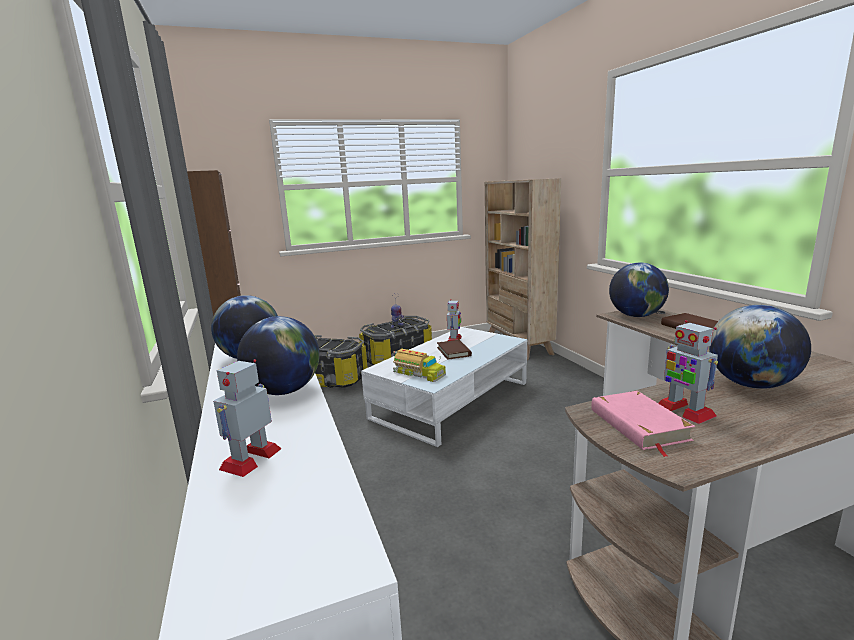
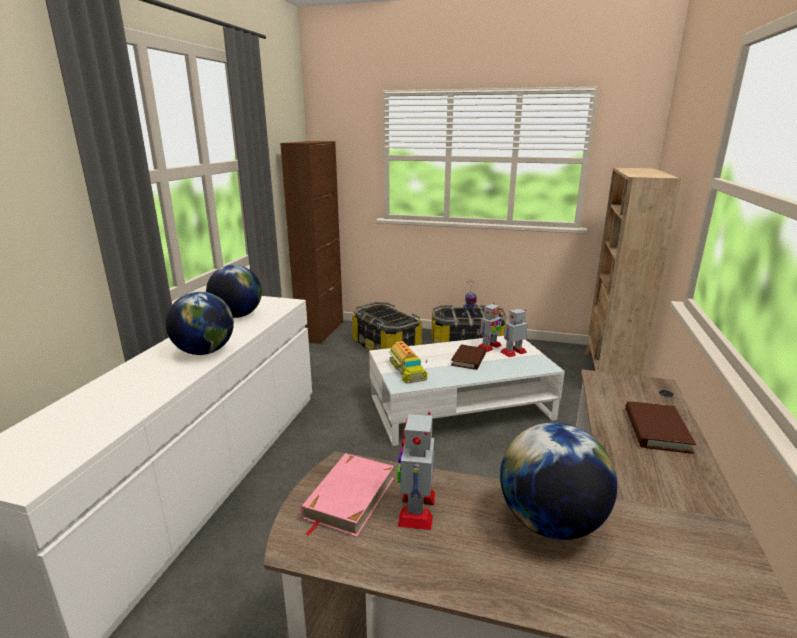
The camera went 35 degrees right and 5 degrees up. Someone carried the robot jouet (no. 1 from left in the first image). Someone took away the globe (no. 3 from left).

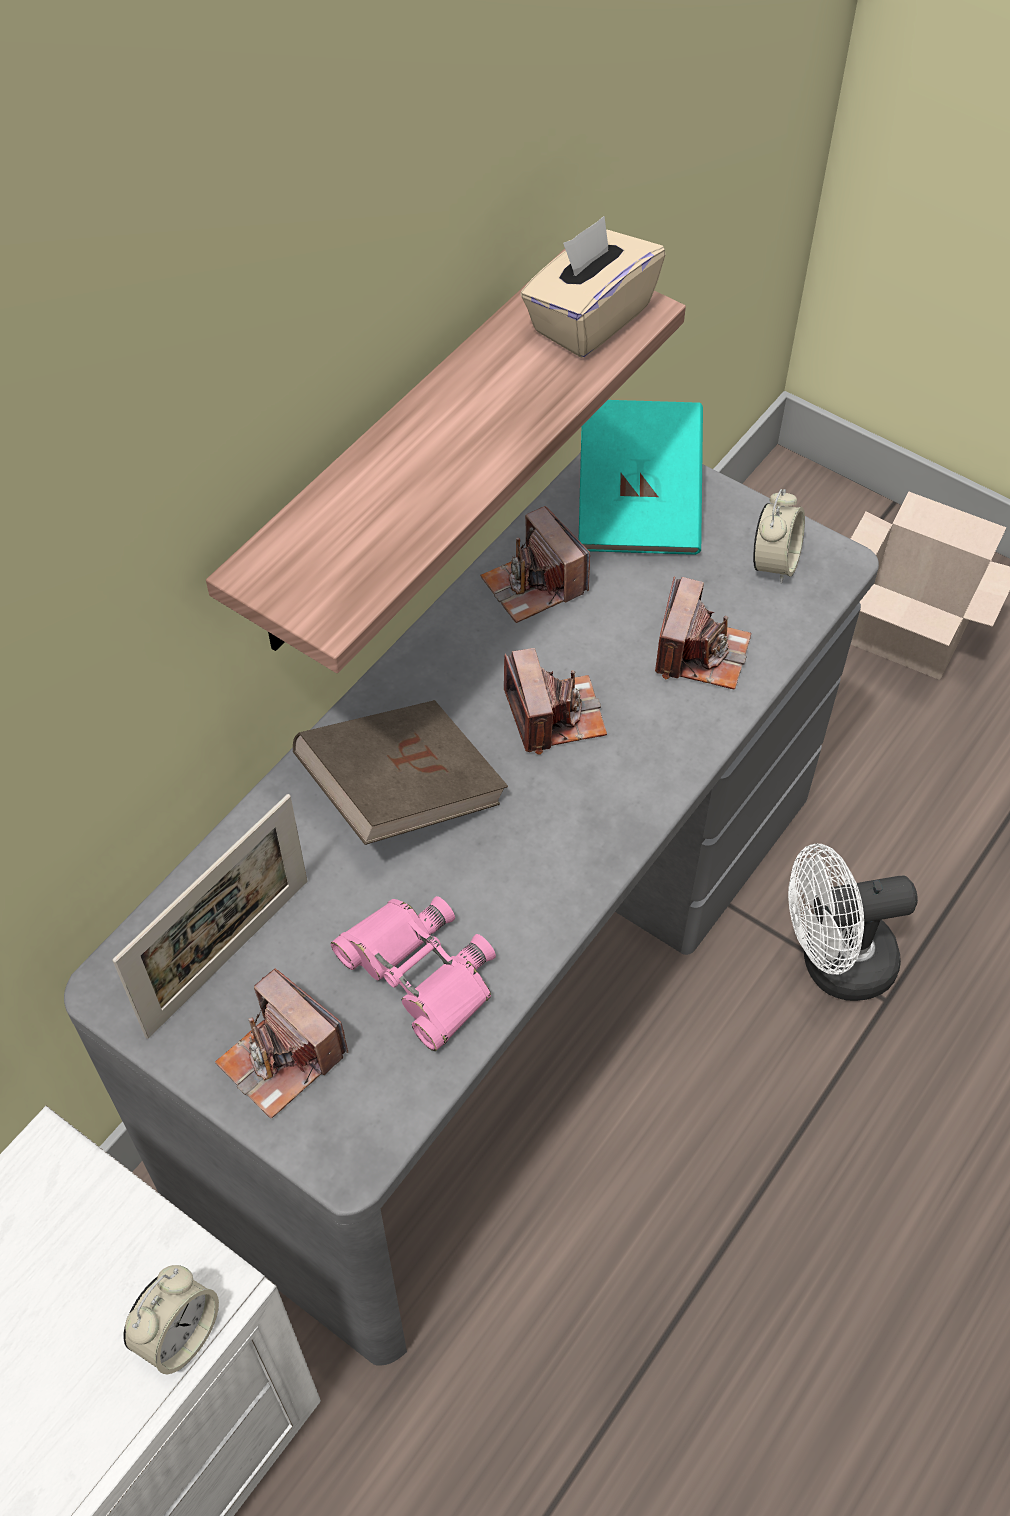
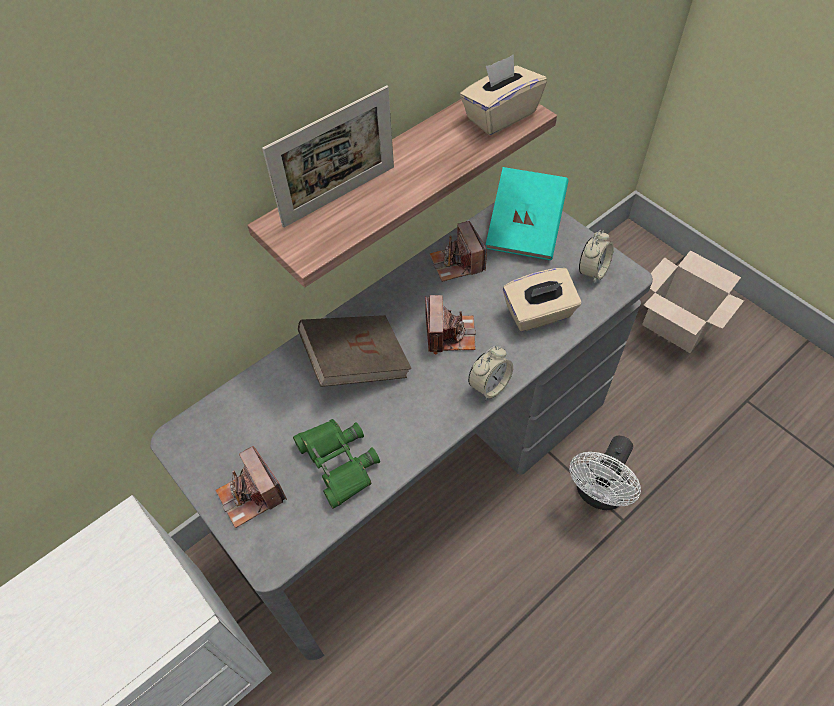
The camera went 15 degrees right and 0 degrees up. Someone carried the cadre photo. Someone repainted the jumelles (rose), which became the jumelles (vert). Someone carried the réveil (no. 1 from left). Someone swapped the appareil photo (no. 4 from left) for the boîte à mouchoirs (beige) (no. 2 from left). Someone rotated the ventilateur (blanc) by 60 degrees counterclockwise.

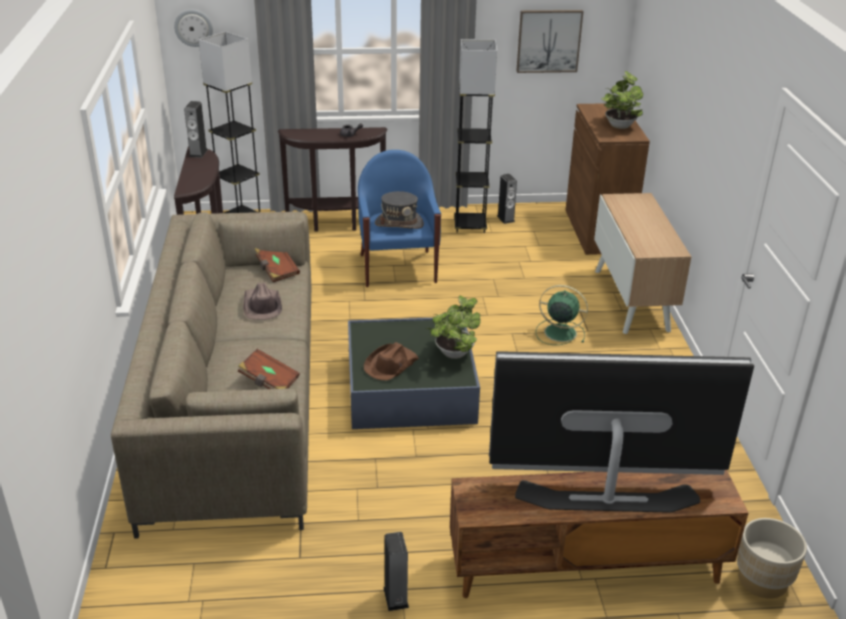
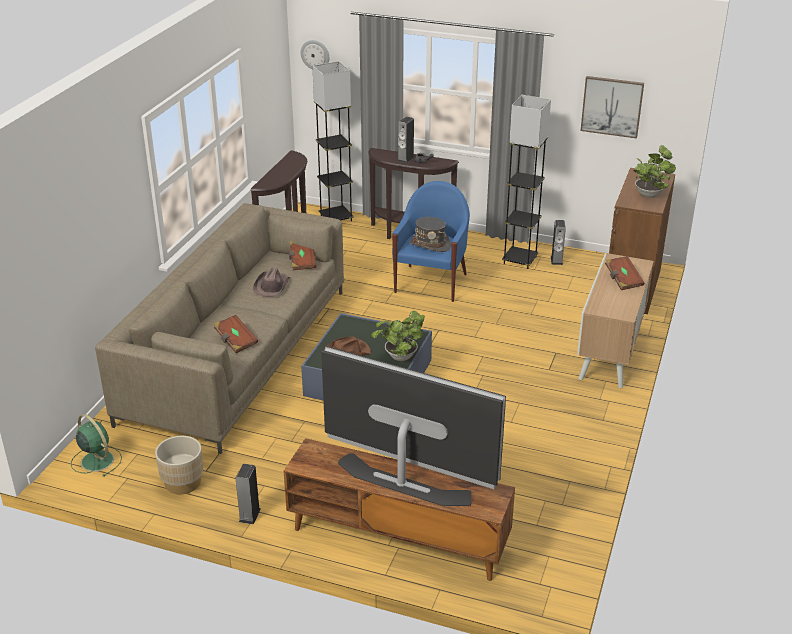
The camera went 25 degrees right and 0 degrees up. Someone carried the ventilateur (vert). Someone carried the cache-pot (beige). Someone carried the enceinte (no. 1 from left in the first image). Someone put down the livre (marron) (no. 3 from left).

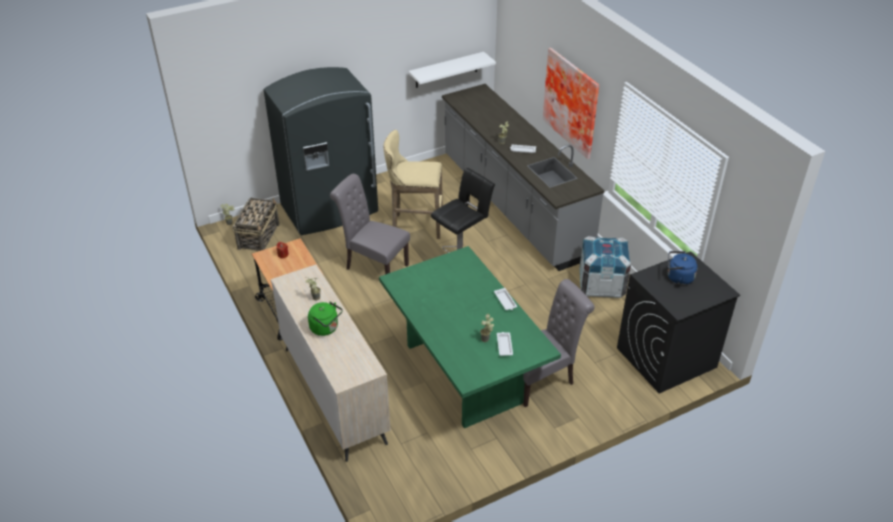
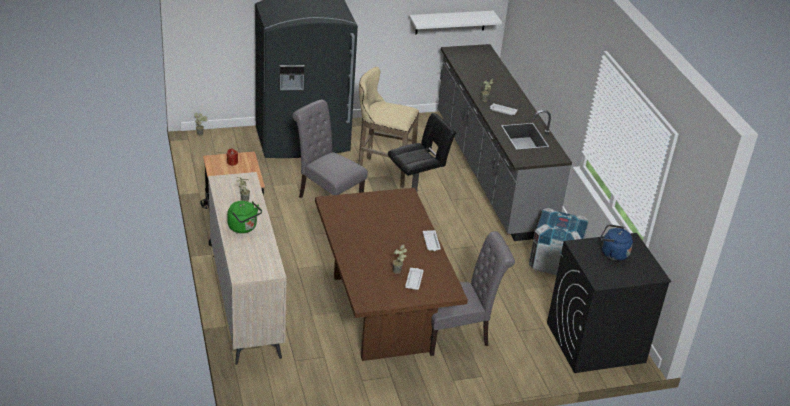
The camera went 10 degrees right and 5 degrees down. Someone repainted the table à manger (vert), which became the table à manger (marron). Someone took away the panier. Someone took away the tableau.

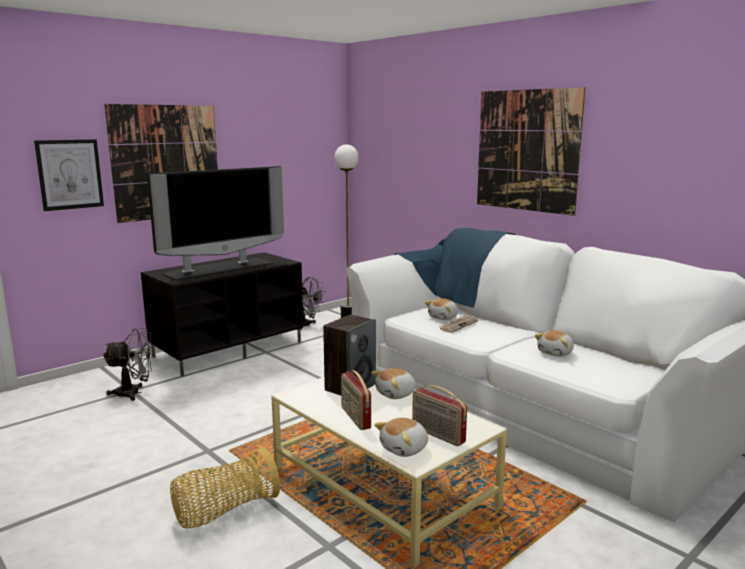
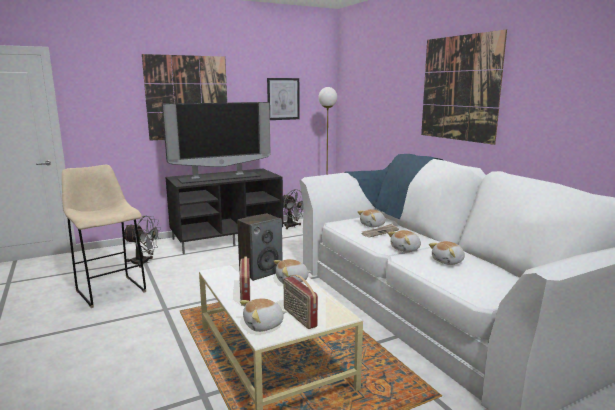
The camera went 15 degrees right and 0 degrees up. Someone put down the tabouret (beige). Someone carried the tableau (no. 1 from left in the first image). Someone put down the peluche (no. 4 from left). Someone took away the panier.

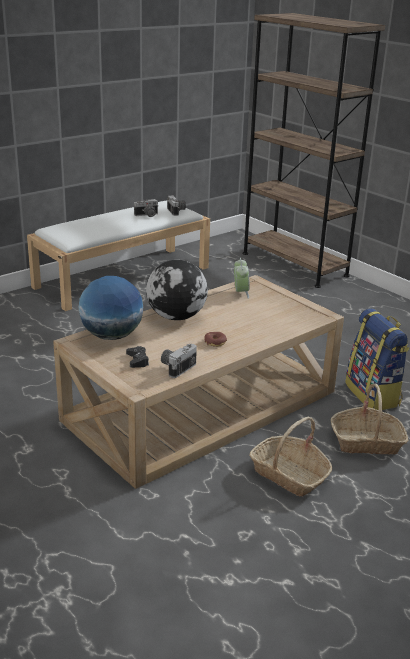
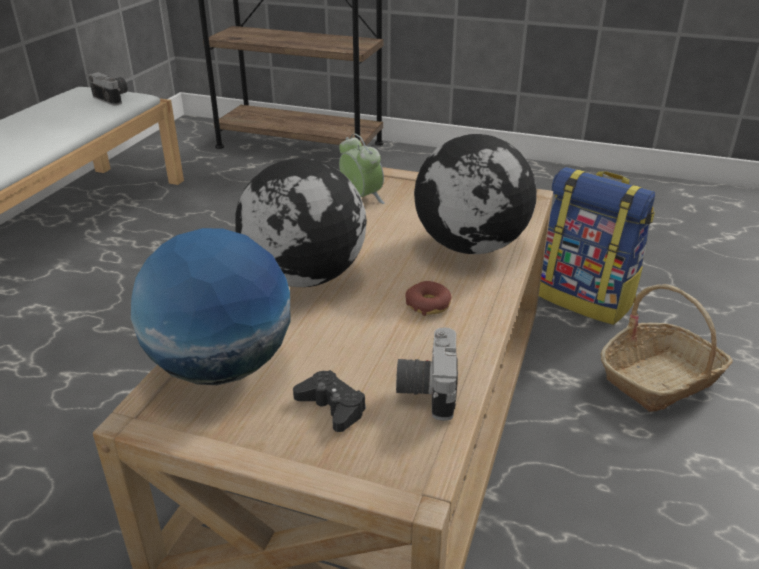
The camera went 30 degrees left and 5 degrees up. Someone put down the globe (no. 3 from left). Someone took away the appareil photo (no. 1 from left). Someone took away the panier (no. 1 from left).

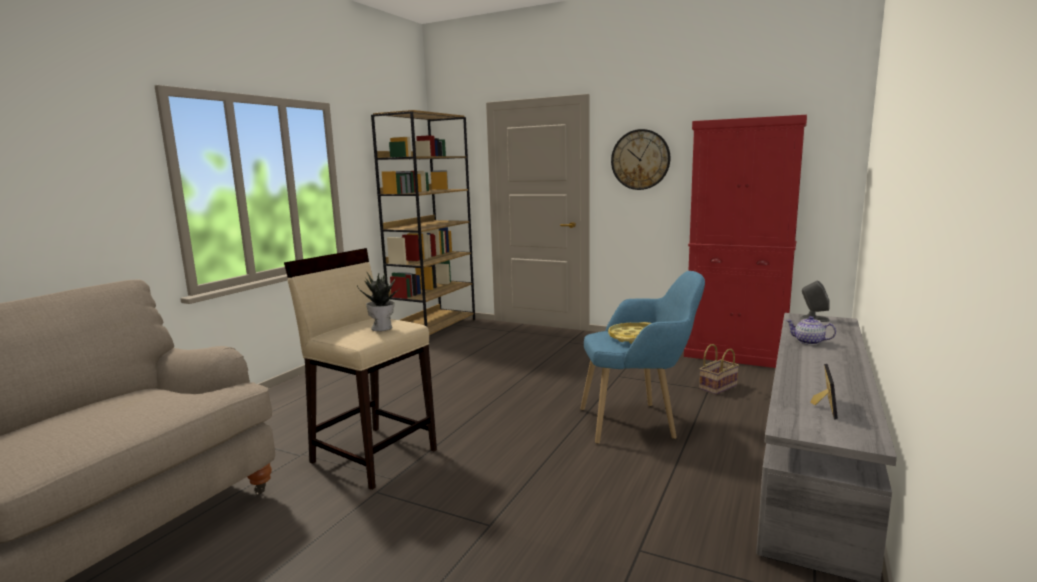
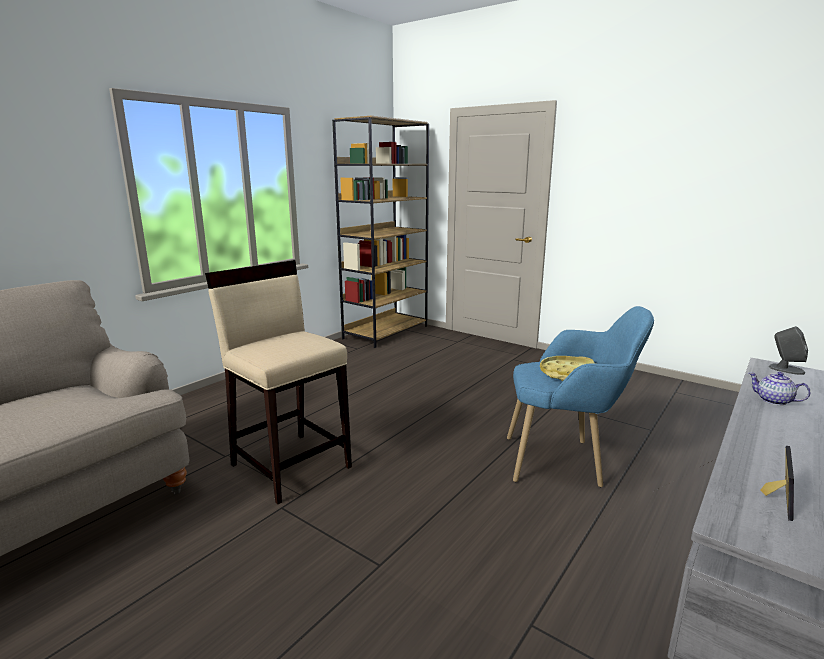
The camera went 10 degrees right and 5 degrees up. Someone took away the plante en pot. Someone took away the horloge murale. Someone took away the meuble de rangement (rouge). Someone took away the panier.

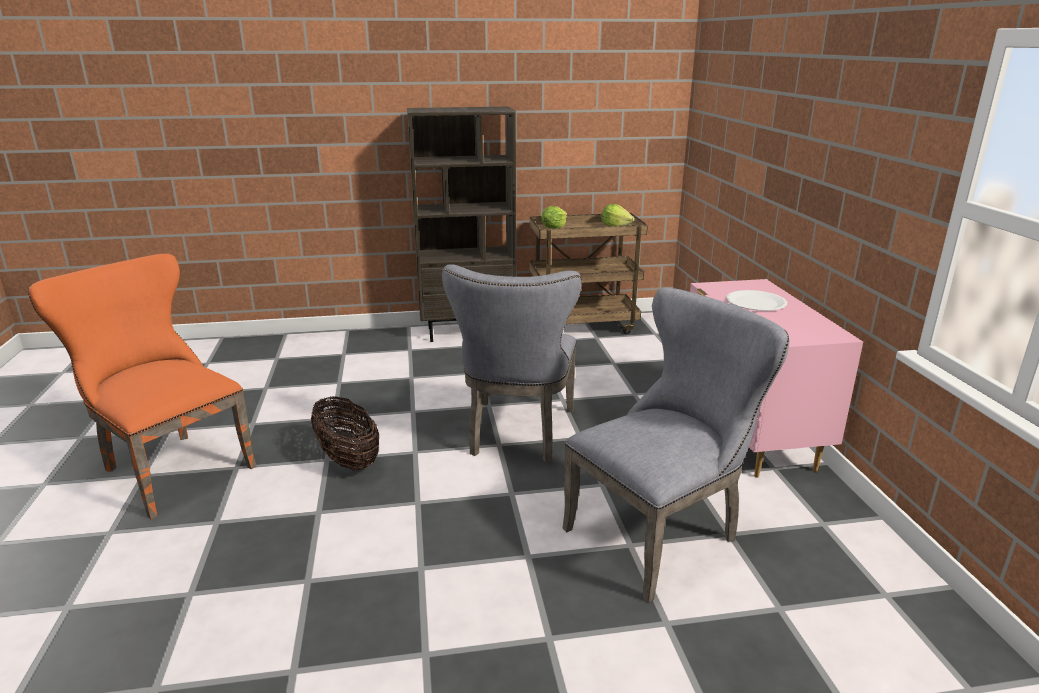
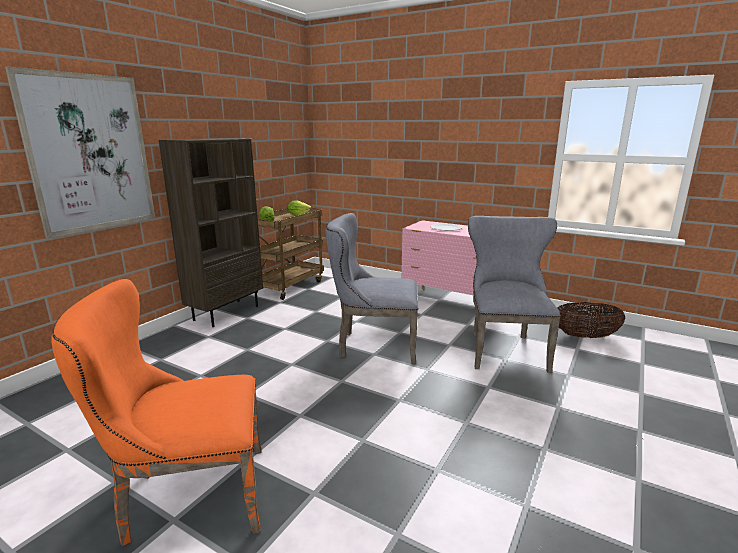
The camera went 50 degrees left and 5 degrees down. Someone put up the tableau. Someone rotated the chaise (gris) (no. 1 from left) by 135 degrees clockwise. Someone carried the panier.

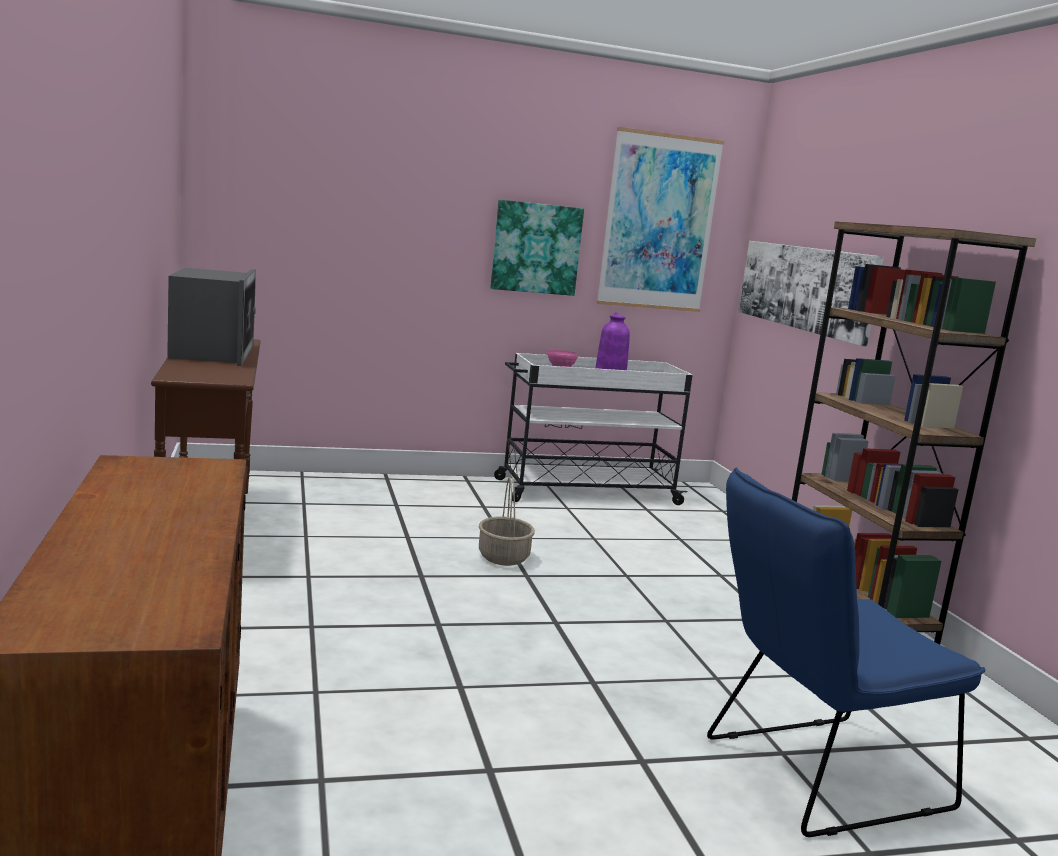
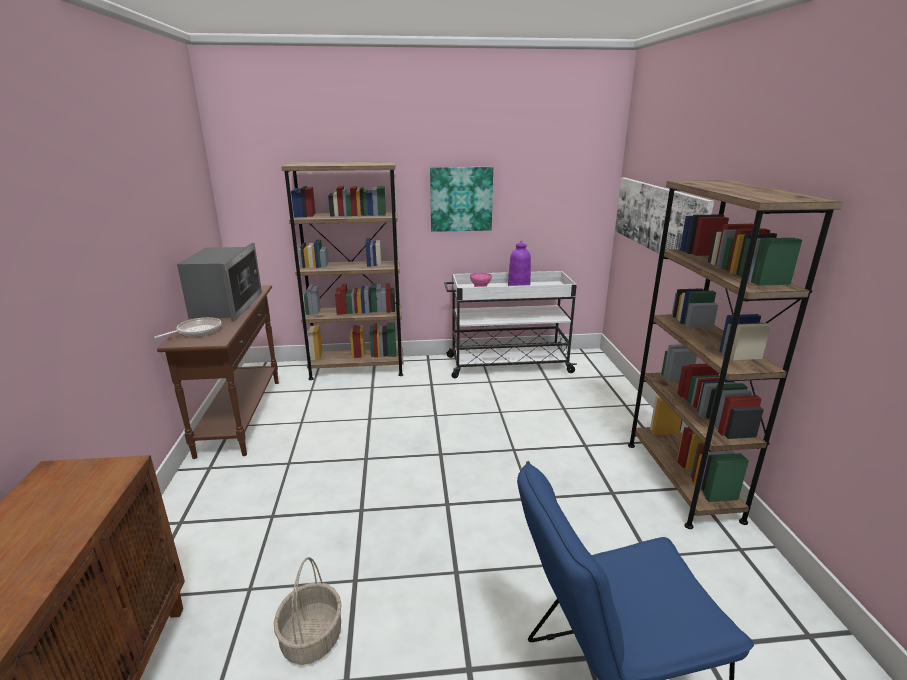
The camera went 10 degrees right and 10 degrees up. Someone put down the poêle. Someone carried the panier. Someone put down the bibliothèque (marron) (no. 1 from left). Someone took away the tableau (no. 2 from left).

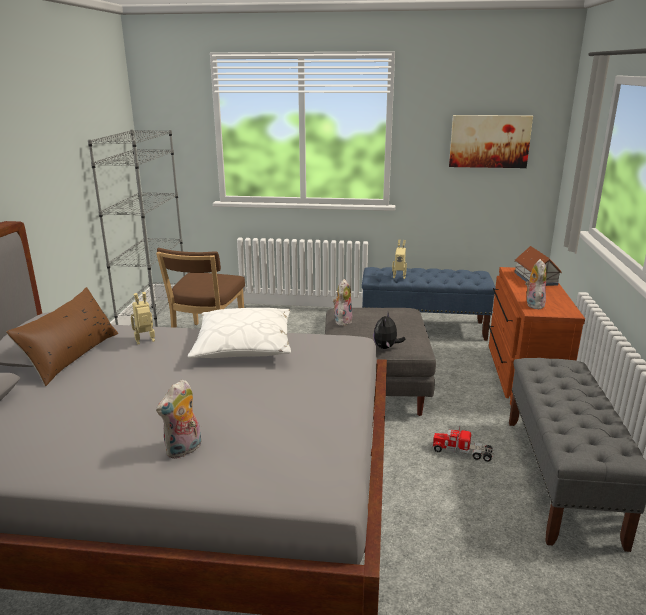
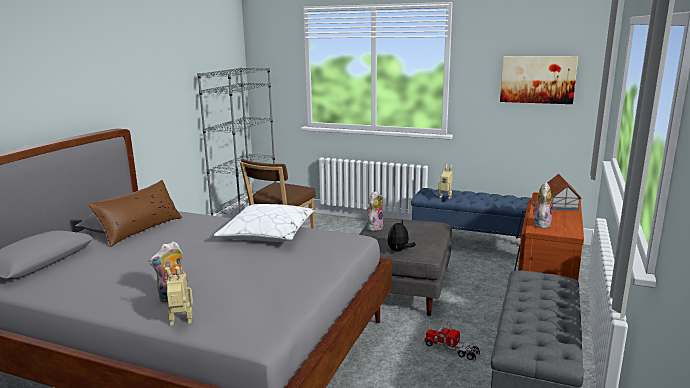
The camera went 15 degrees right and 5 degrees down. Someone carried the robot jouet (no. 1 from left).

